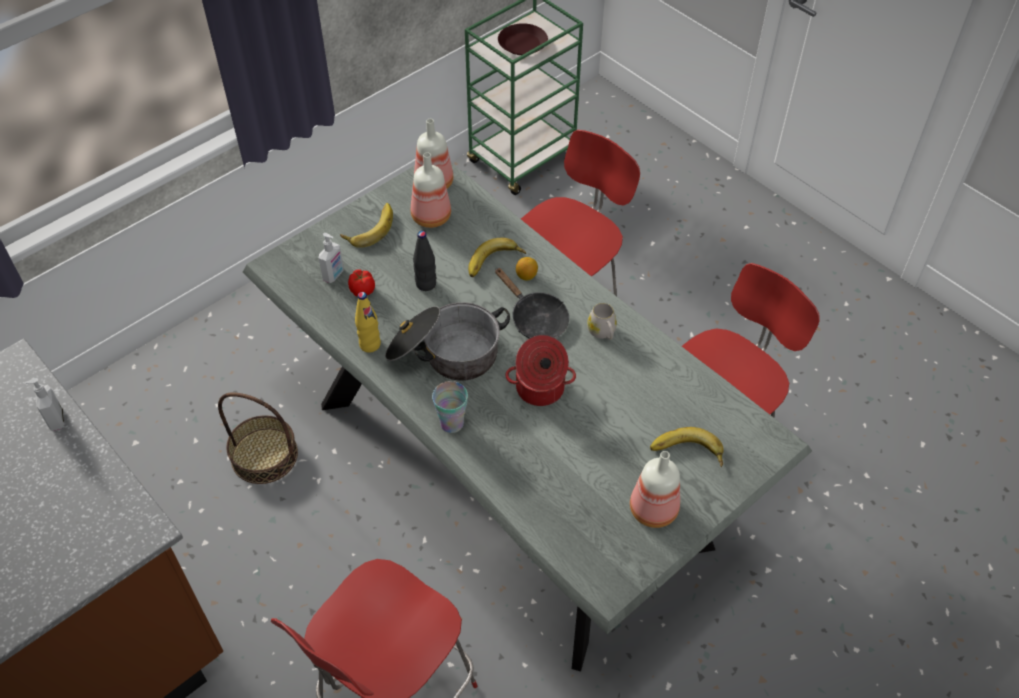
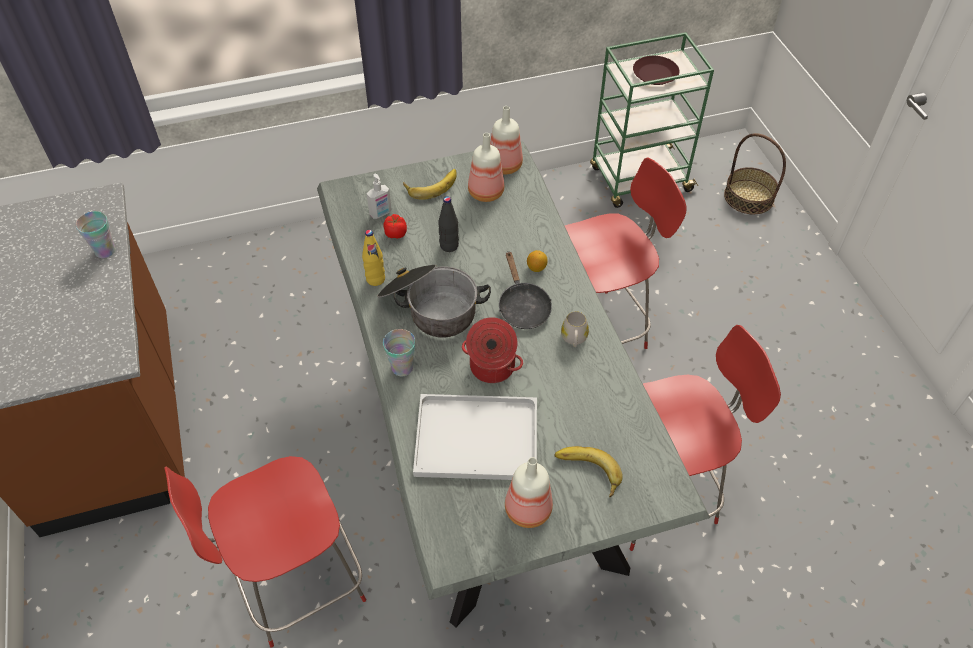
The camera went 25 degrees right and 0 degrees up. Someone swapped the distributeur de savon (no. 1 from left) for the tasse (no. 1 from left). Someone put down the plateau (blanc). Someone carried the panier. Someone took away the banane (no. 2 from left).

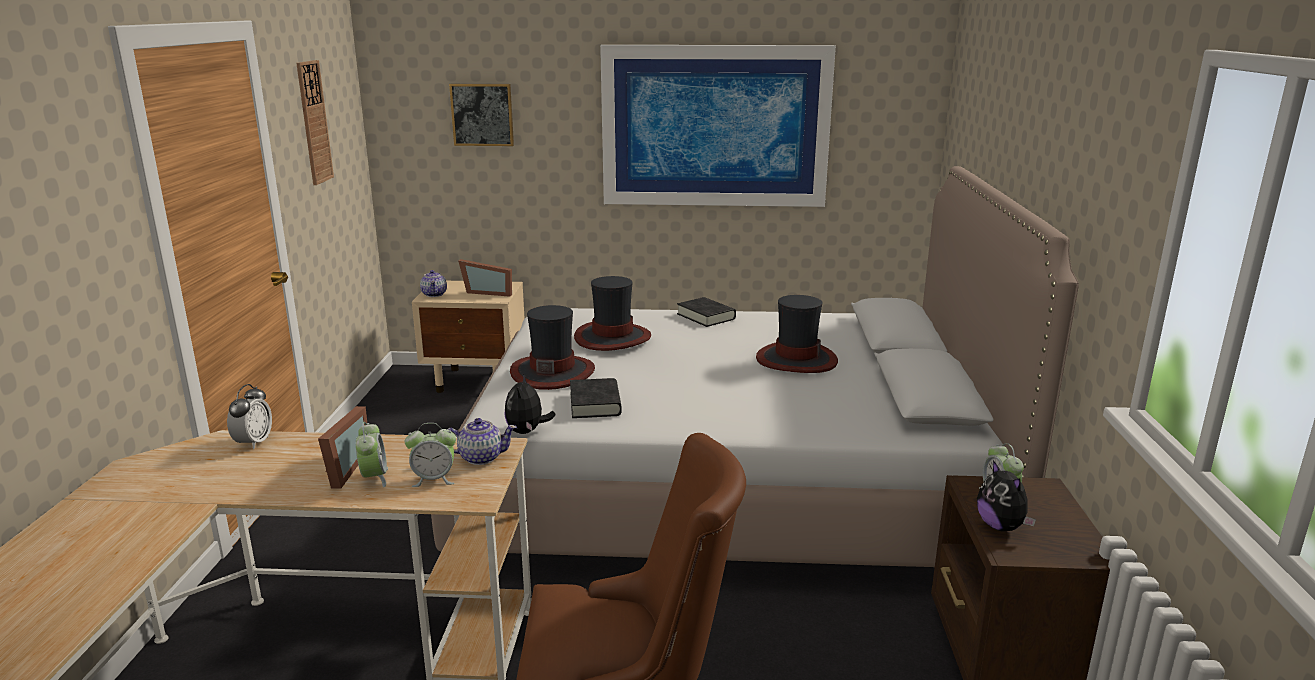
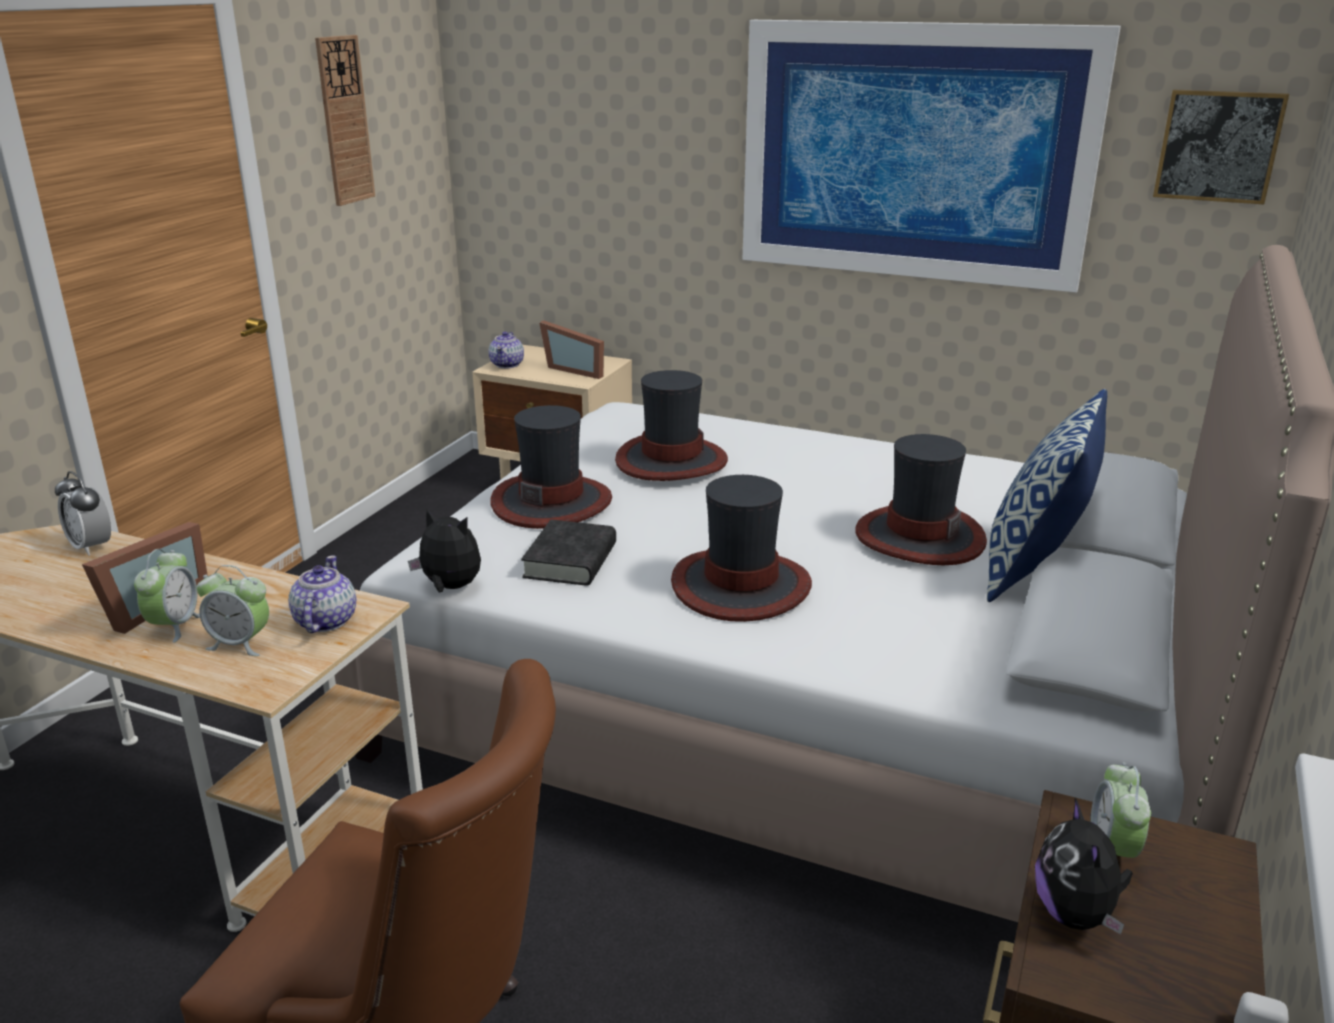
The camera went 20 degrees right and 5 degrees up. Someone rotated the réveil (no. 1 from left) by 105 degrees clockwise. Someone rotated the théière (no. 2 from left in the first image) by 105 degrees counterclockwise. Someone rotated the peluche (no. 1 from left) by 90 degrees clockwise. Someone put down the chapeau (no. 3 from left). Someone put down the coussin. Someone carried the tableau (no. 1 from left in the first image). Someone took away the livre (noir) (no. 2 from left).

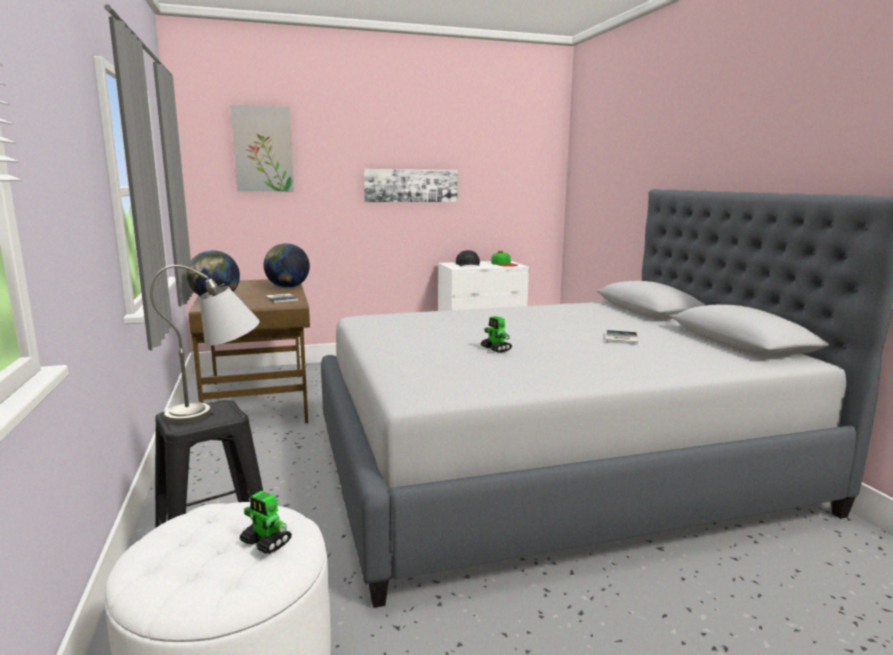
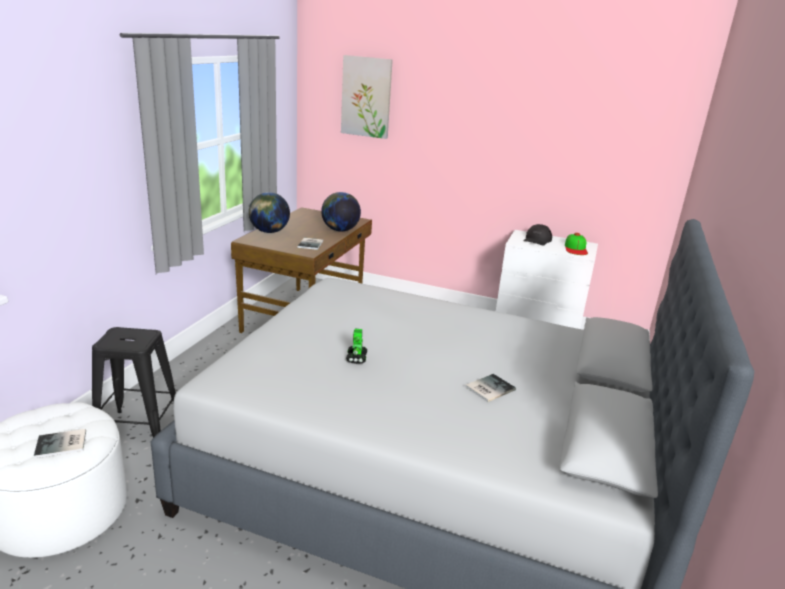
The camera went 35 degrees right and 10 degrees up. Someone swapped the robot jouet (no. 1 from left) for the livre (no. 1 from left). Someone took away the lampe de table (gris). Someone took away the tableau (no. 2 from left).

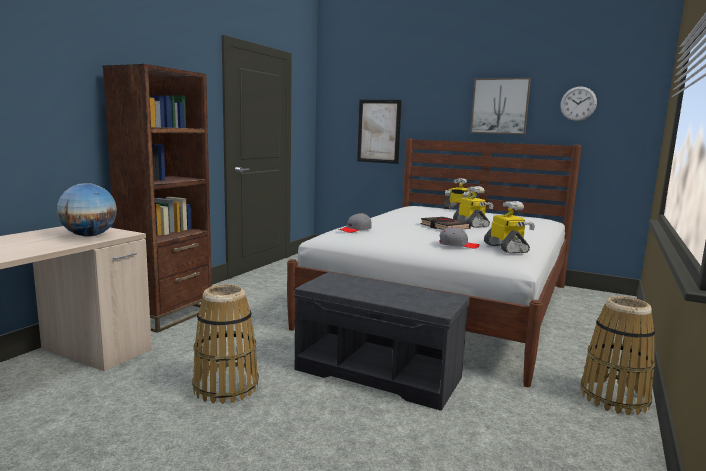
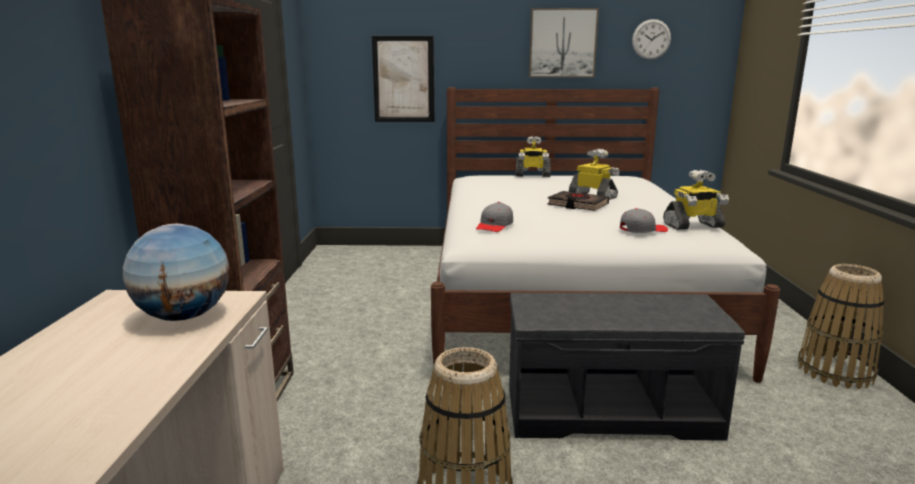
The camera went 25 degrees left and 5 degrees up. Someone rotated the robot jouet (no. 3 from left) by 120 degrees clockwise.

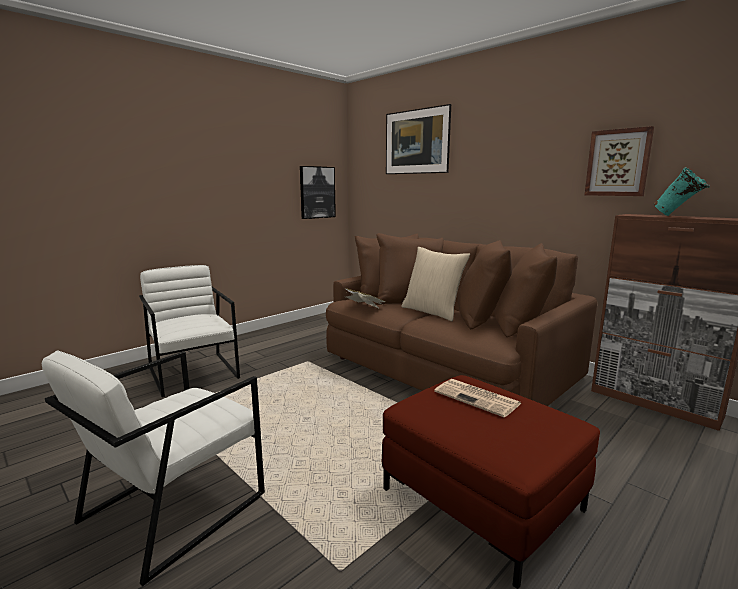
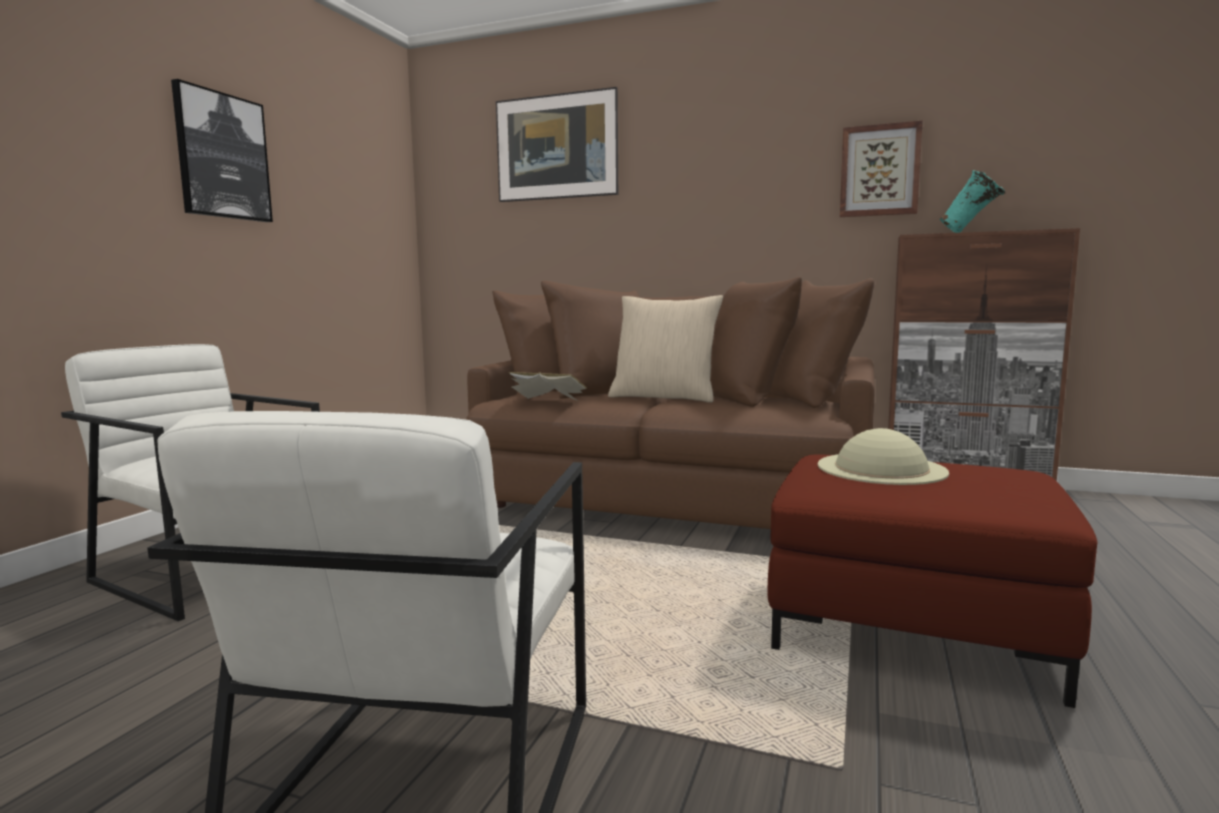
The camera went 25 degrees left and 5 degrees down. Someone carried the tableau (no. 1 from left). Someone swapped the journal for the chapeau (beige).

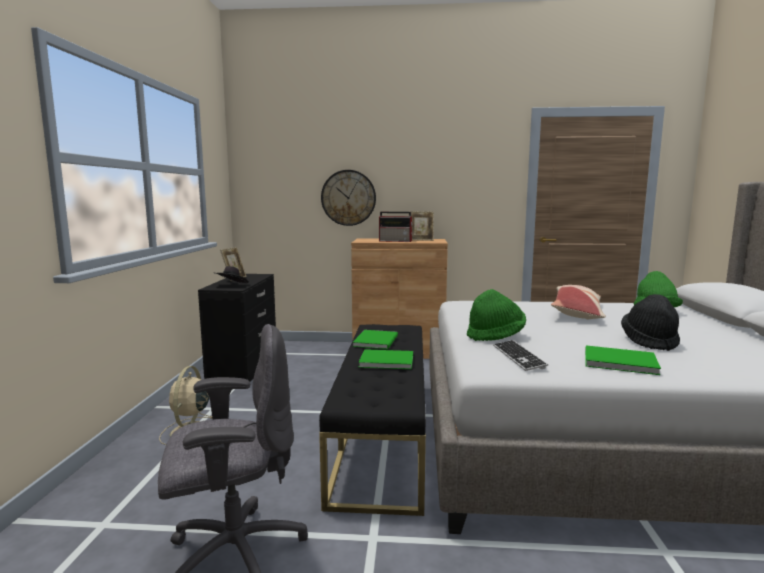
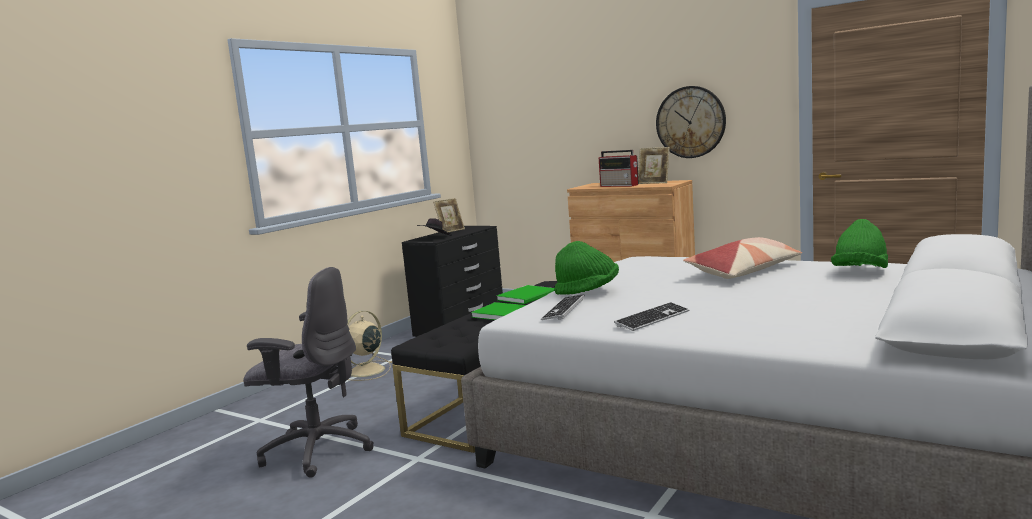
The camera went 30 degrees right and 0 degrees up. Someone swapped the livre (vert) (no. 3 from left) for the clavier (no. 2 from left). Someone carried the horloge murale. Someone took away the chapeau (noir) (no. 2 from left).

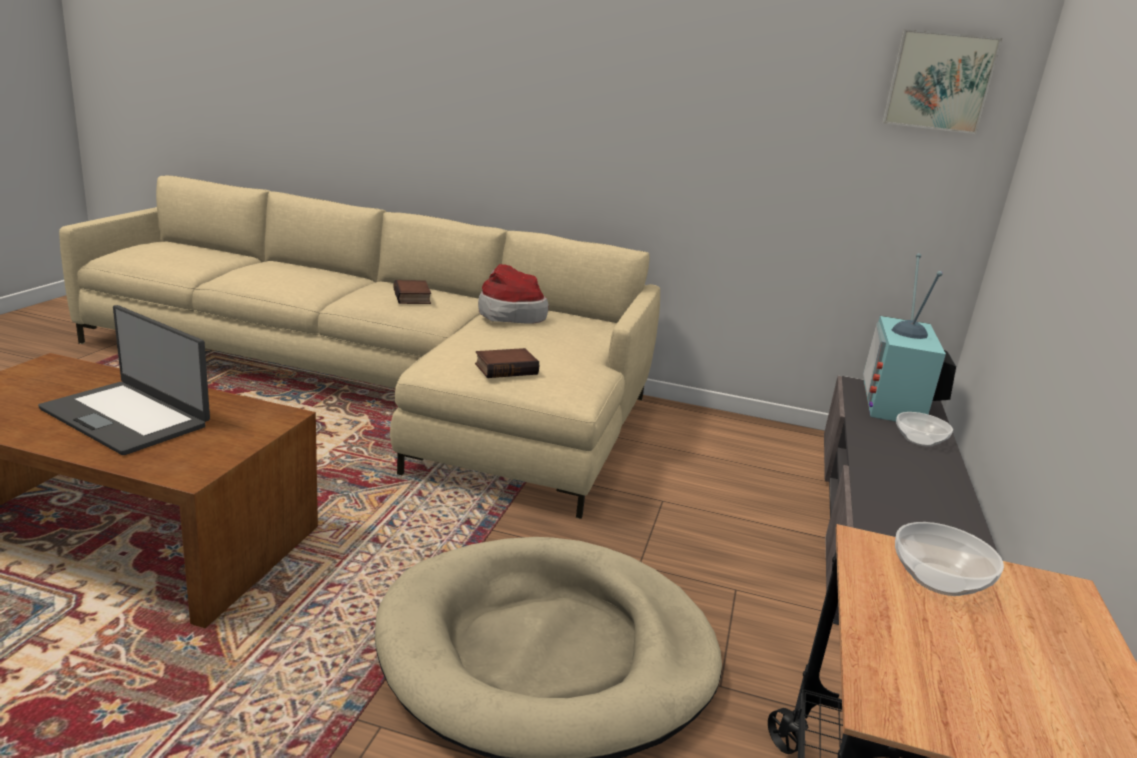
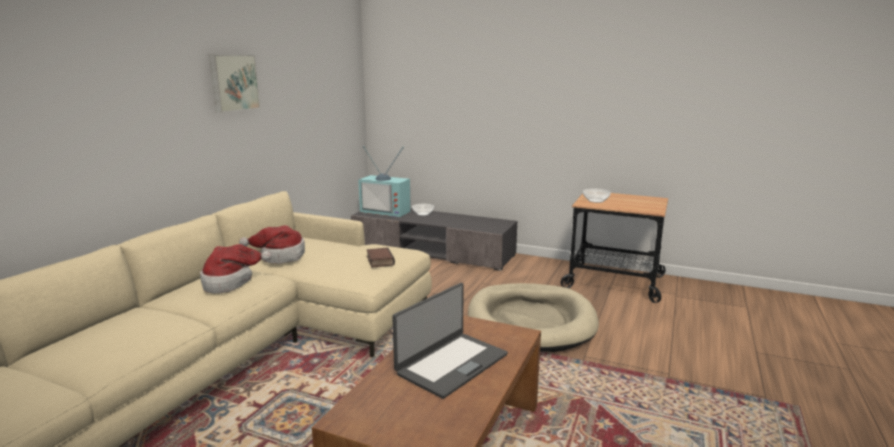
The camera went 80 degrees left and 5 degrees down. Someone swapped the livre (no. 1 from left) for the chapeau (no. 1 from left). Someone carried the tableau.

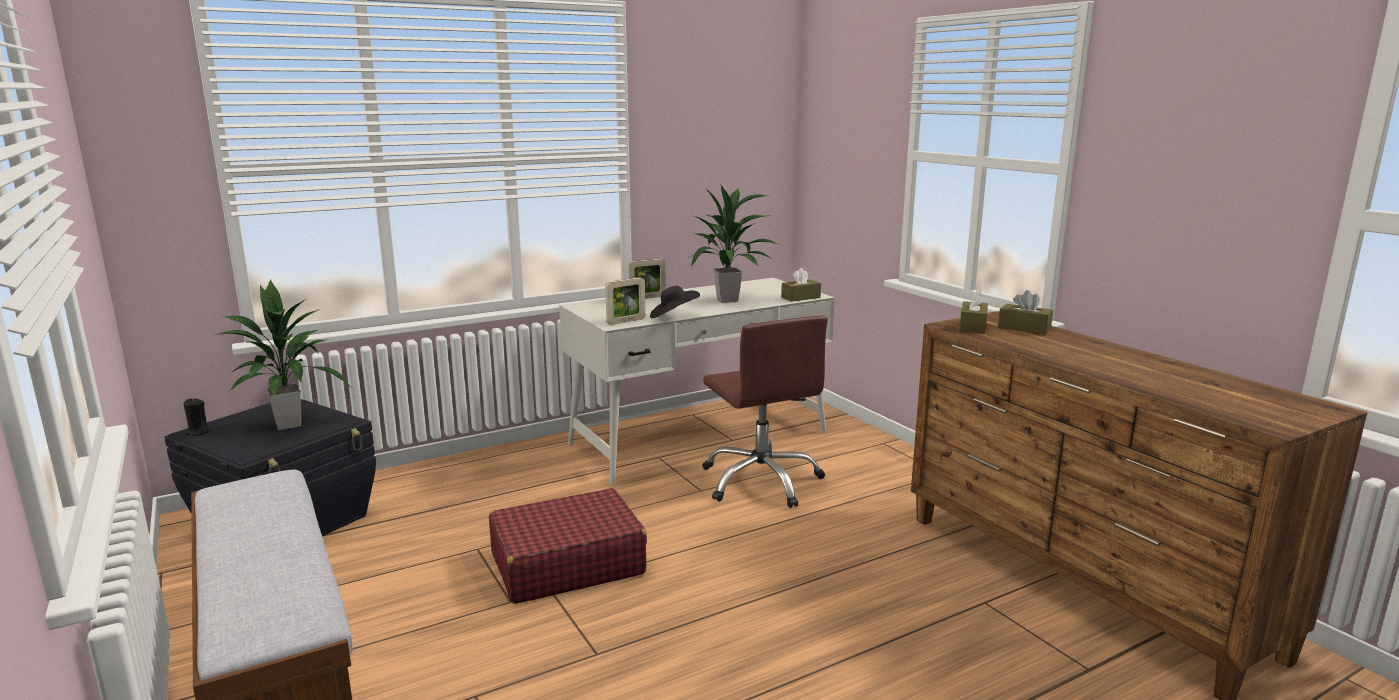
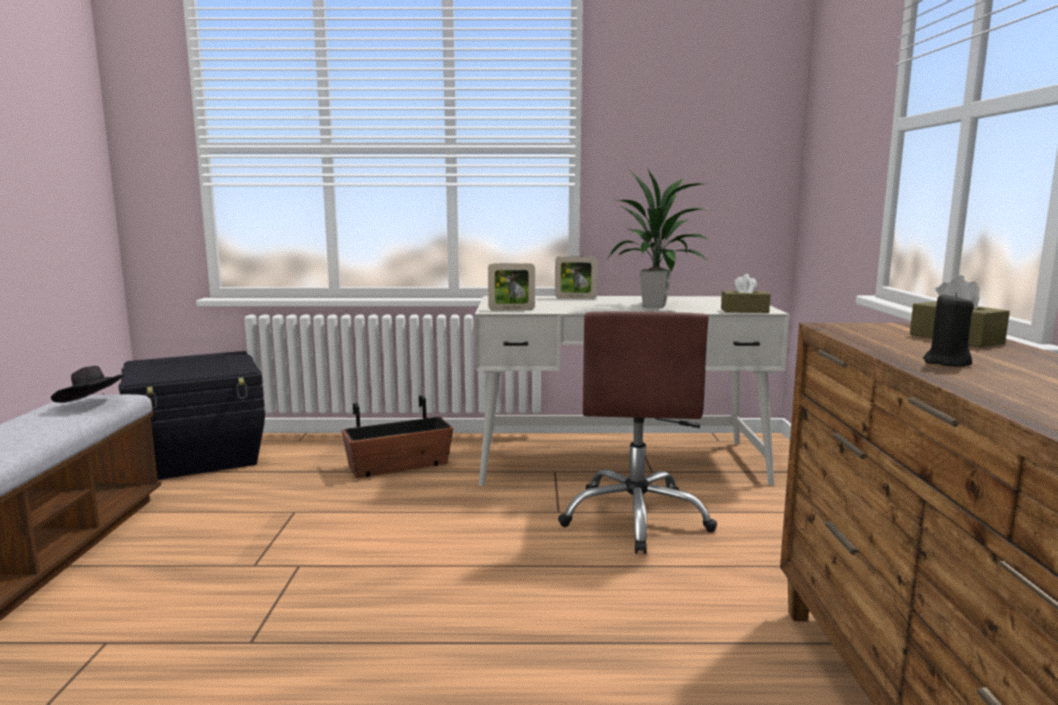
The camera went 30 degrees right and 5 degrees down. Someone carried the chapeau (noir). Someone put down the cache-pot. Someone carried the bougie (noir). Someone took away the plante en pot (no. 1 from left). Someone took away the valise (rouge). Someone took away the boîte à mouchoirs (marron) (no. 2 from left).

